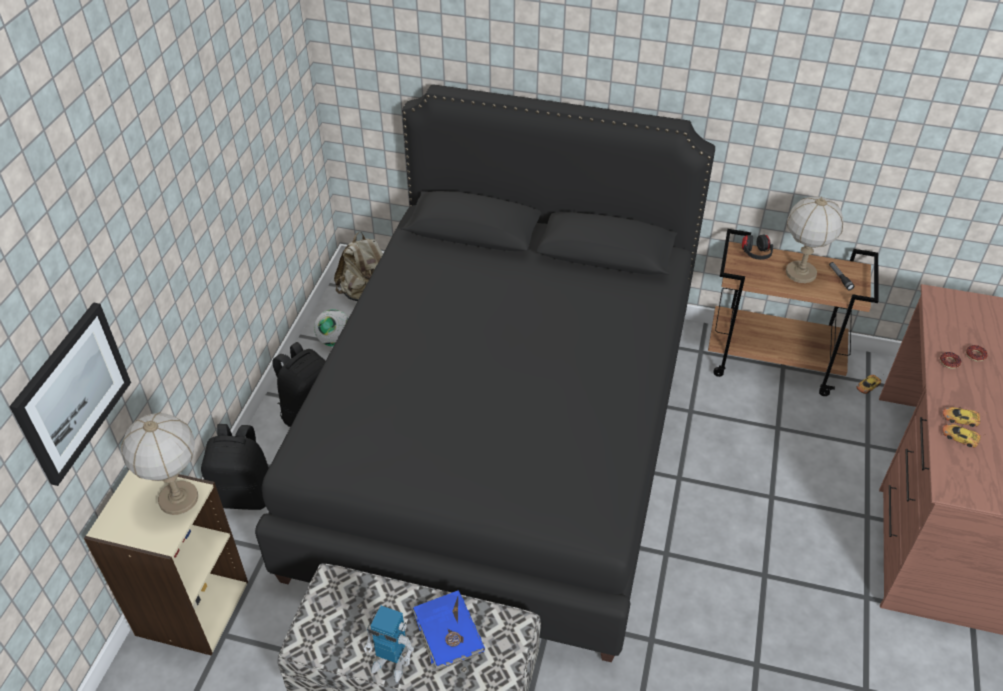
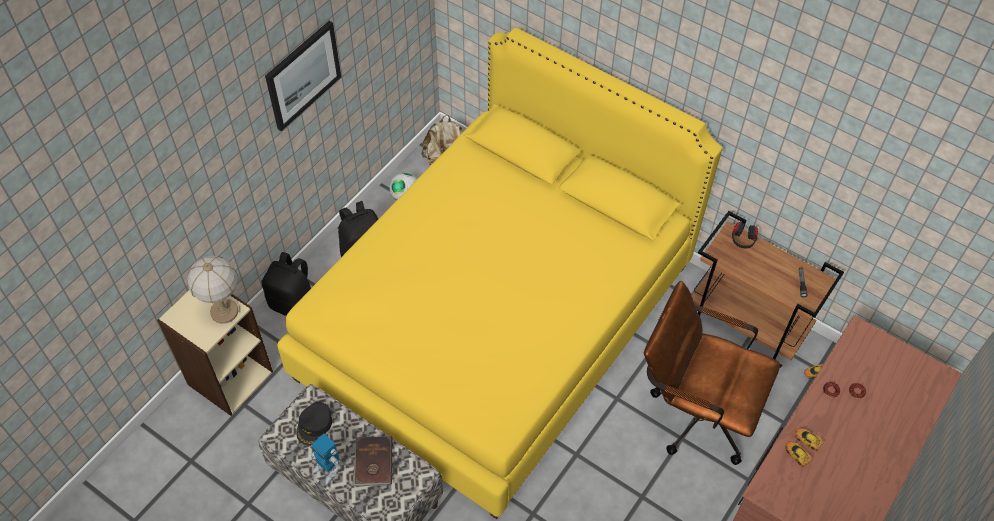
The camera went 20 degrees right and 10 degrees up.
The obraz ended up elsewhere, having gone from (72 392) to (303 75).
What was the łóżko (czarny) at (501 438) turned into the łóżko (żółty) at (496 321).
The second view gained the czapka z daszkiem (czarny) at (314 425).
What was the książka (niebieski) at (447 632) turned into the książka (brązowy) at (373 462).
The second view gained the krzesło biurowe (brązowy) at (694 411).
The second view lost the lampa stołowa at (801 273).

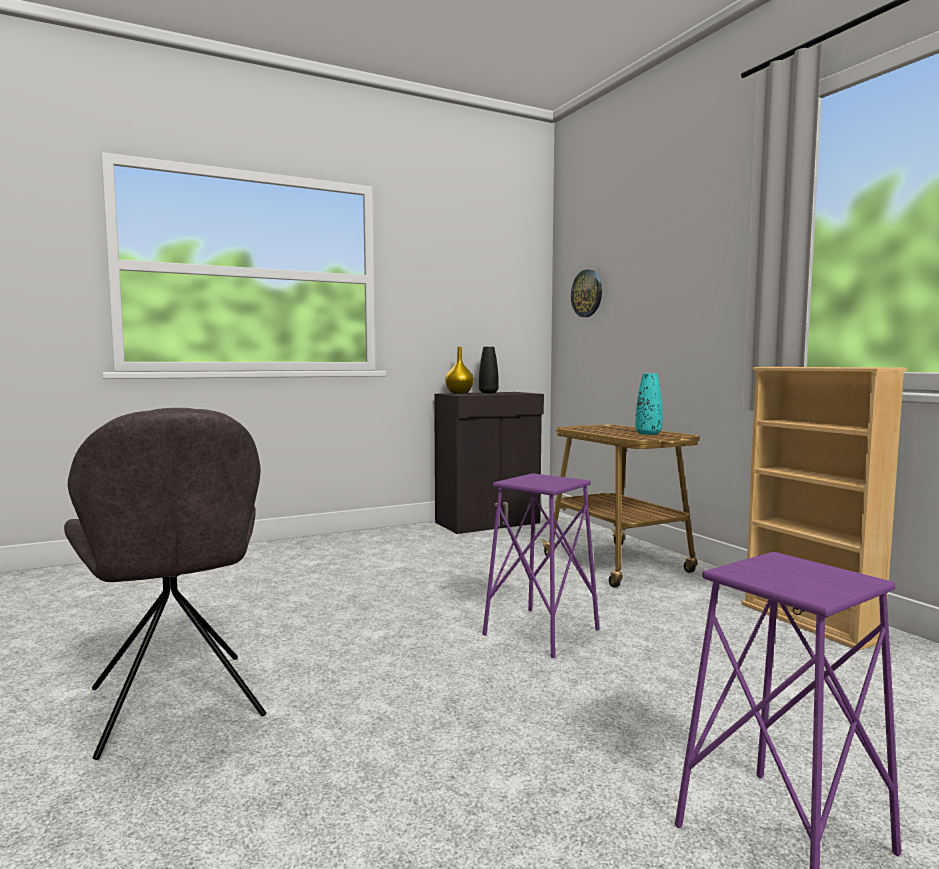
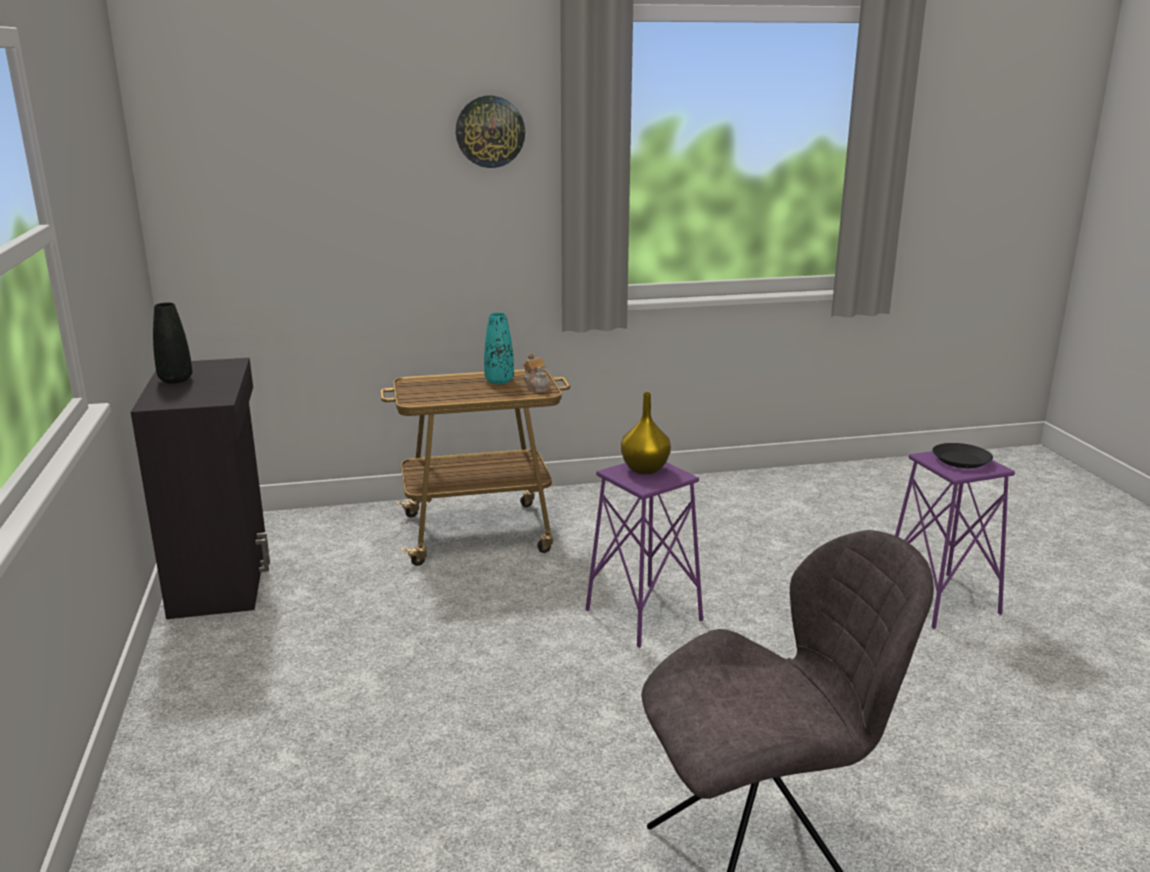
The camera went 75 degrees left and 15 degrees up.
The zegar ścienny ended up elsewhere, having gone from (587 293) to (490 131).
The second view gained the imbryk at (537 387).
The wazon (żółty) ended up elsewhere, having gone from (459 393) to (644 469).
The second view gained the talerz (czarny) at (960 460).
The second view lost the regał (beżowy) at (809 622).

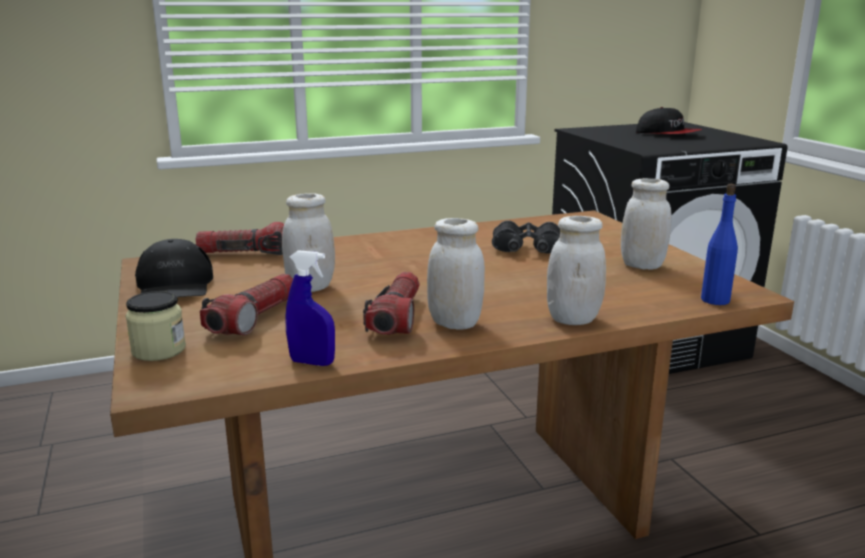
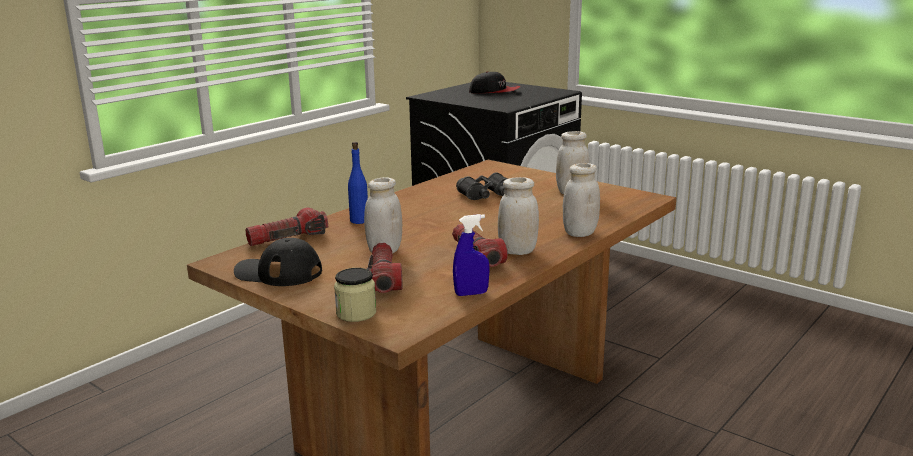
The camera went 30 degrees left and 0 degrees up.
The czapka z daszkiem (czarny) at (175 285) ended up facing another way, 150 degrees clockwise from before.
The butelka (niebieski) ended up elsewhere, having gone from (715 300) to (359 220).

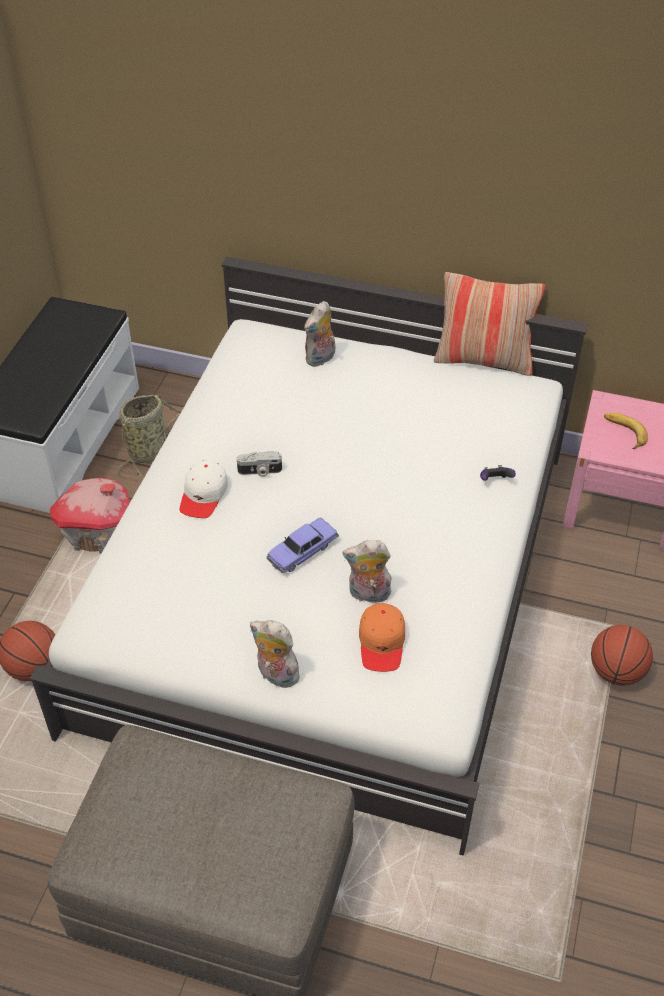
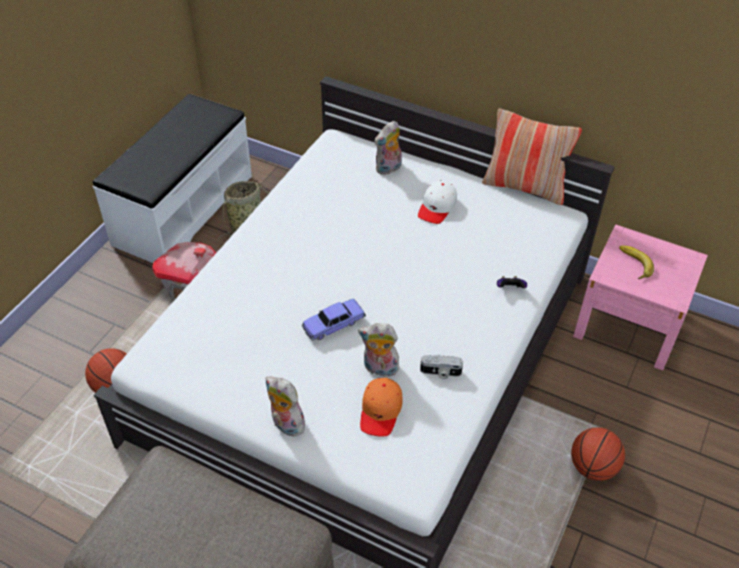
The camera went 10 degrees right and 0 degrees up.
The czapka z daszkiem (biały) ended up elsewhere, having gone from (204 495) to (437 207).
The aparat fotograficzny ended up elsewhere, having gone from (260 471) to (440 372).

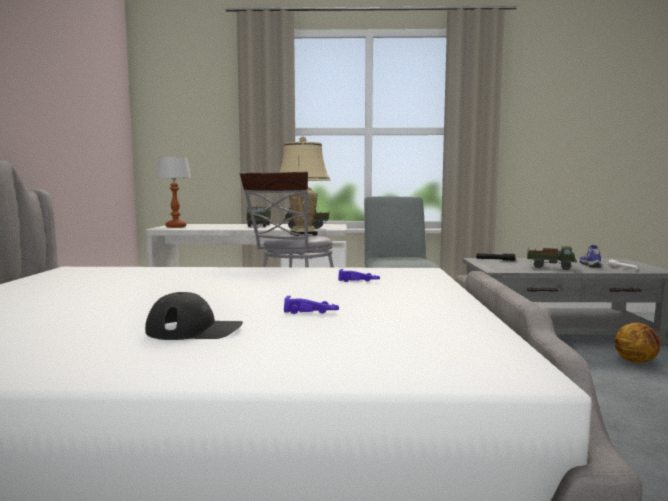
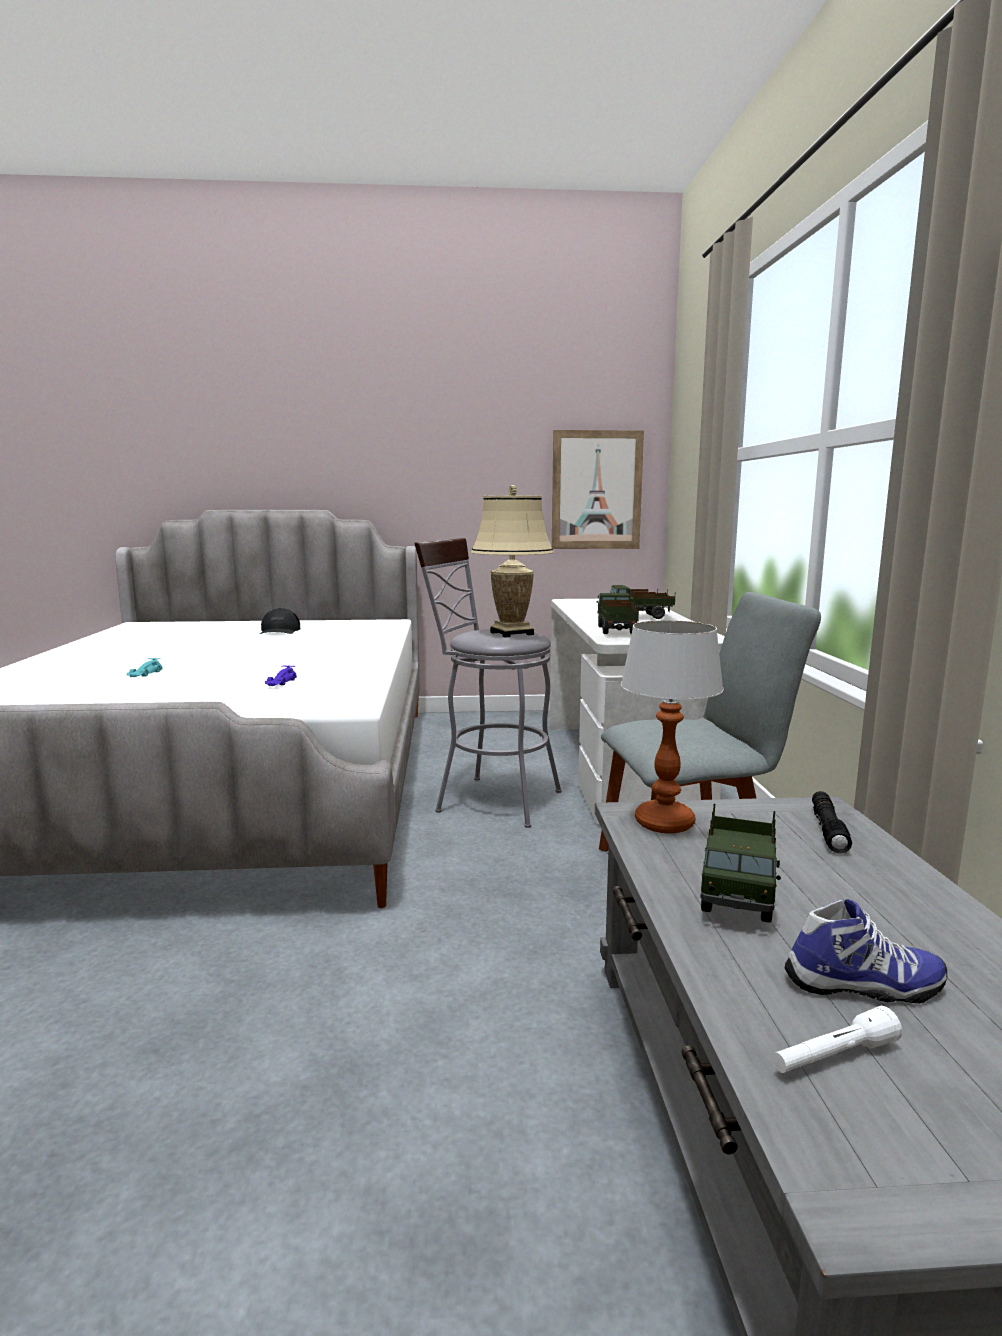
The camera went 85 degrees right and 5 degrees up.
What was the samochodzik (fioletowy) at (311 312) turned into the samochodzik (turkusowy) at (144 675).
The czapka z daszkiem (czarny) ended up elsewhere, having gone from (195 330) to (279 631).
The second view gained the obraz at (596 490).
The lampa stołowa ended up elsewhere, having gone from (175 227) to (663 823).
The second view lost the piłka do koszykówki at (636 361).

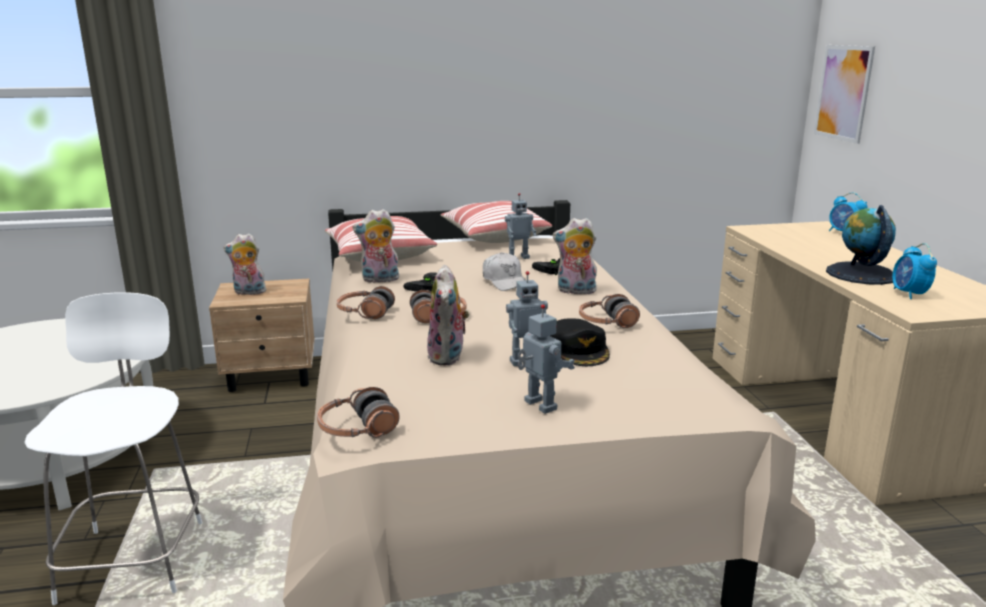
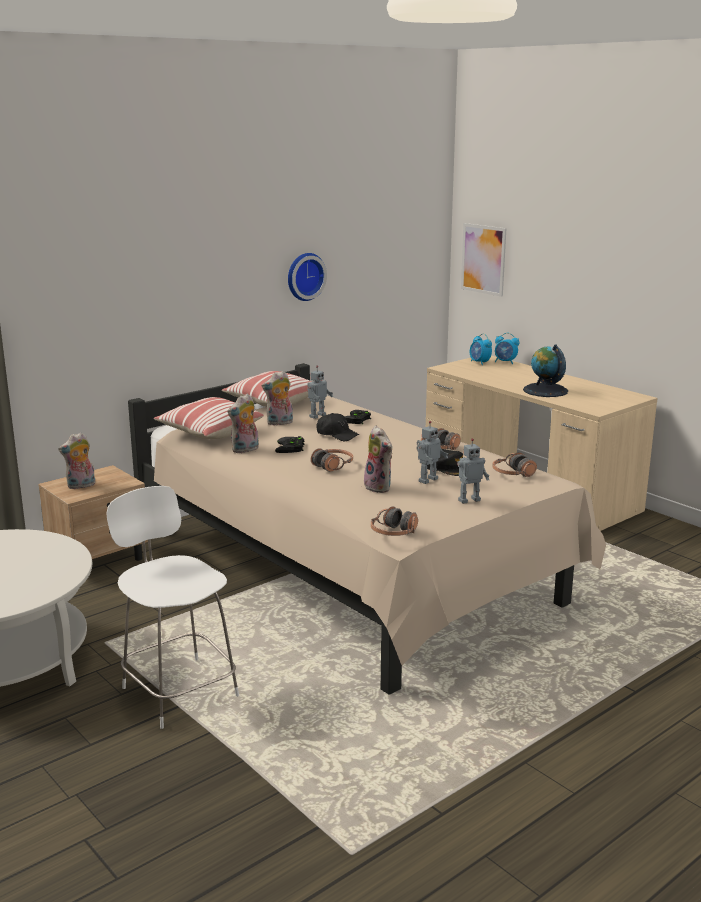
The camera went 30 degrees left and 0 degrees up.
The pluszak ended up elsewhere, having gone from (575 291) to (279 423).
The second view gained the zegar ścienny at (304 276).
What was the czapka z daszkiem (biały) at (505 282) turned into the czapka z daszkiem (czarny) at (337 435).
The robot zabawkowy at (538 406) ended up facing another way, 135 degrees clockwise from before.
The budzik ended up elsewhere, having gone from (909 294) to (479 363).
The słuchawki ended up elsewhere, having gone from (365 313) to (513 474).

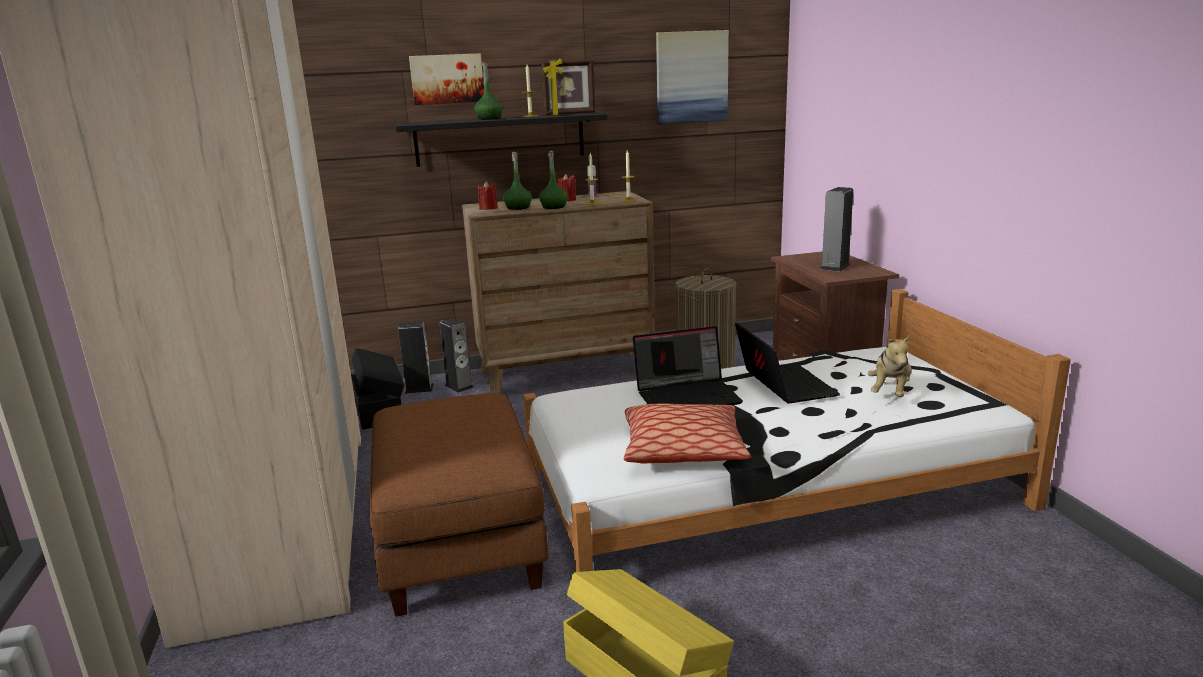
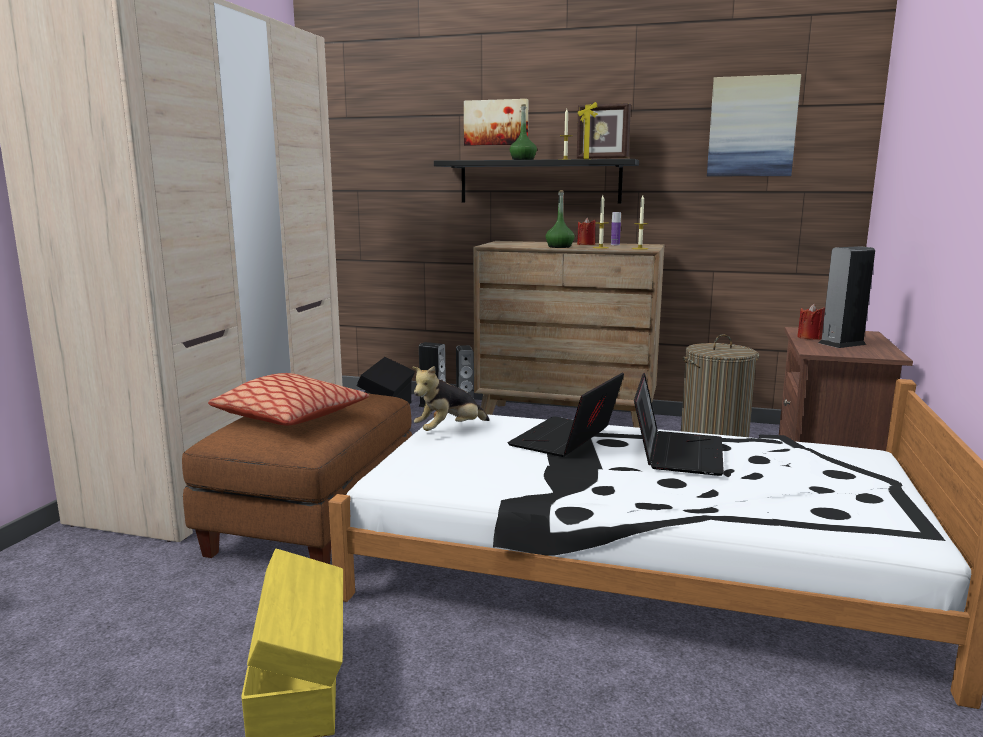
The camera went 30 degrees right and 5 degrees down.
The poduszka ended up elsewhere, having gone from (683 449) to (291 417).
The pluszak ended up elsewhere, having gone from (890 392) to (449 430).
The laptop at (688 396) ended up facing another way, 105 degrees clockwise from before.
The świeca (czerwony) ended up elsewhere, having gone from (488 208) to (809 337).
The second view lost the butelka (zielony) at (518 208).

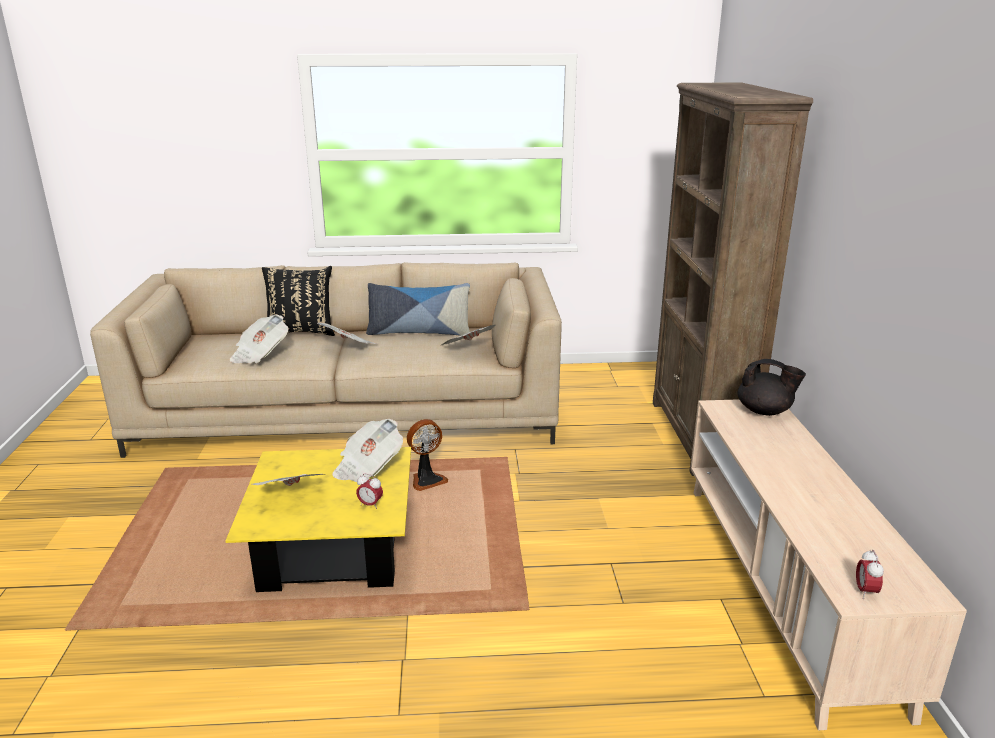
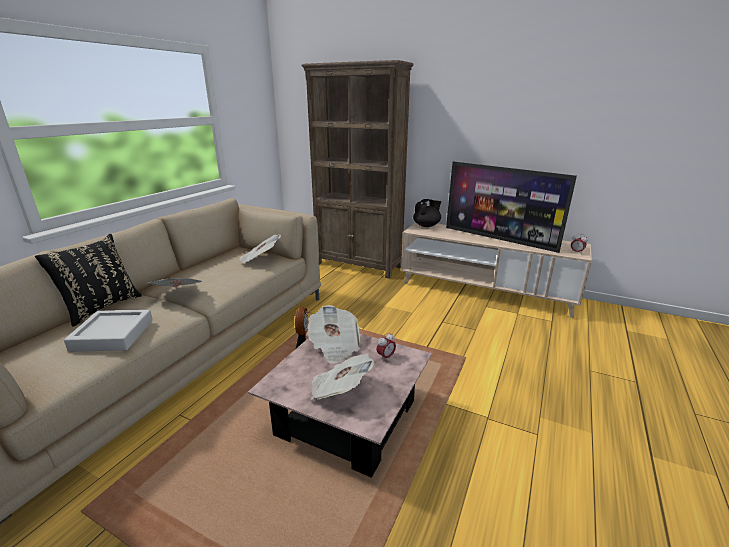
The camera went 60 degrees left and 0 degrees up.
Where the gazeta stood at (260 355), the taca (szary) came to stand at (113 335).
What was the ława (żółty) at (333 549) turned into the ława (różowy) at (347 418).
The second view gained the telewizor at (499 239).
The second view lost the poduszka at (419 332).

